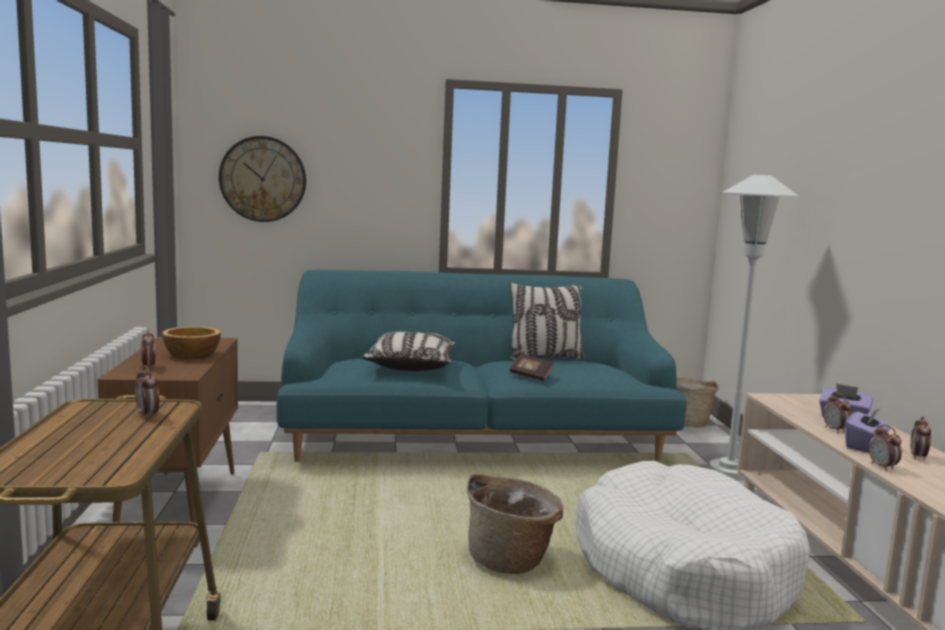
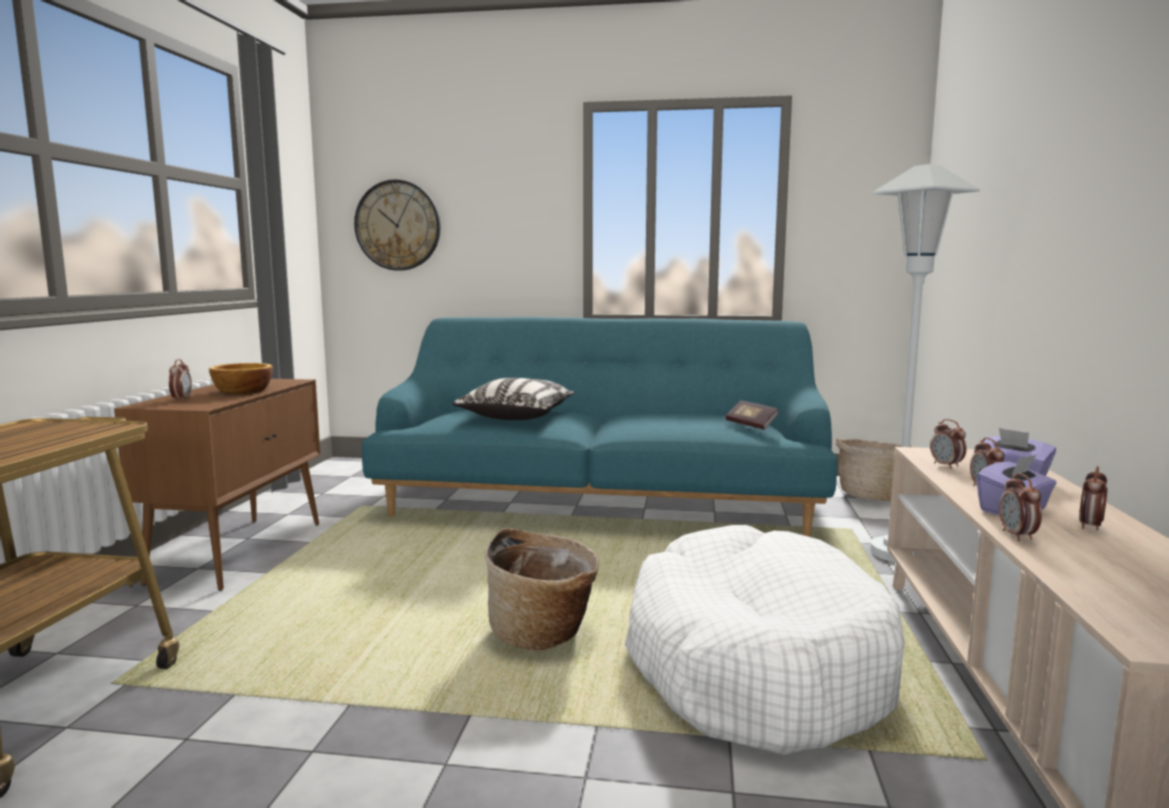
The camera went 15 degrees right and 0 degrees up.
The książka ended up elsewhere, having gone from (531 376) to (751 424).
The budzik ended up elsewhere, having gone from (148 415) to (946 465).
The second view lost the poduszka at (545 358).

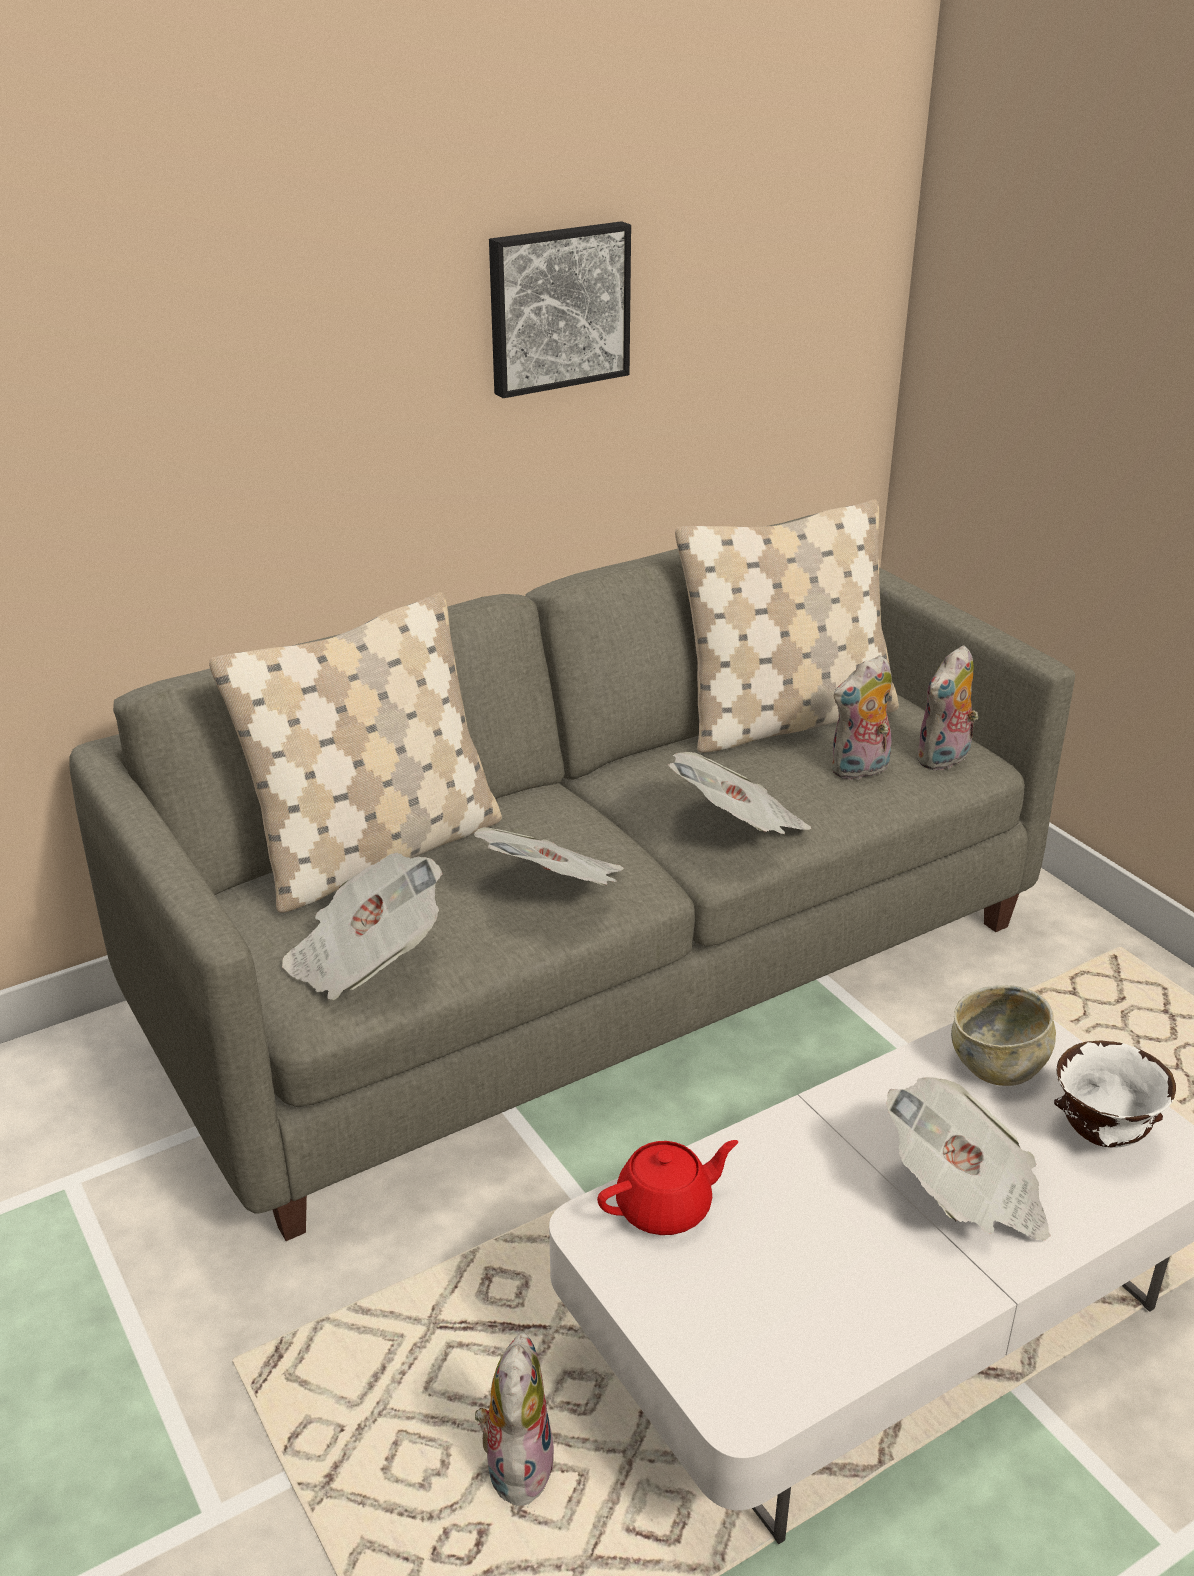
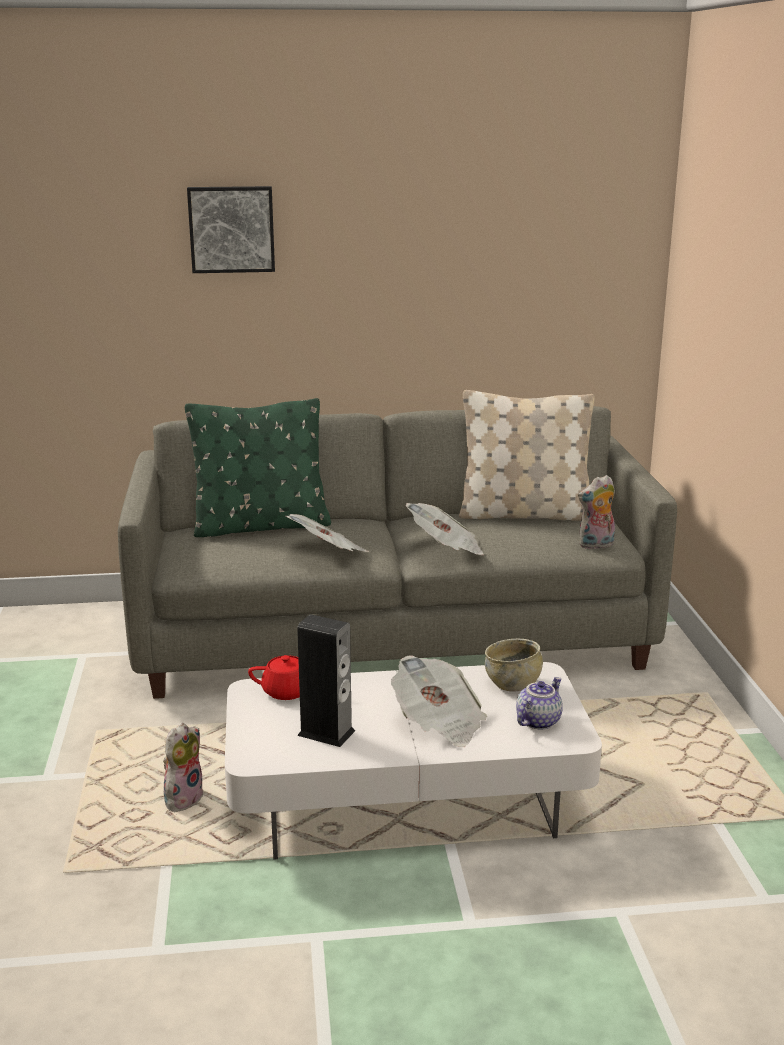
The camera went 25 degrees right and 10 degrees down.
What was the poduszka (beżowy) at (377 852) turned into the poduszka (zielony) at (261 526).
The obraz ended up elsewhere, having gone from (557 307) to (231 229).
The second view gained the głośnik at (326 733).
Where the miska (biały) stood at (1101 1135), the imbryk came to stand at (537 721).
The second view lost the gazeta at (365 959).
The second view lost the pluszak at (860 770).

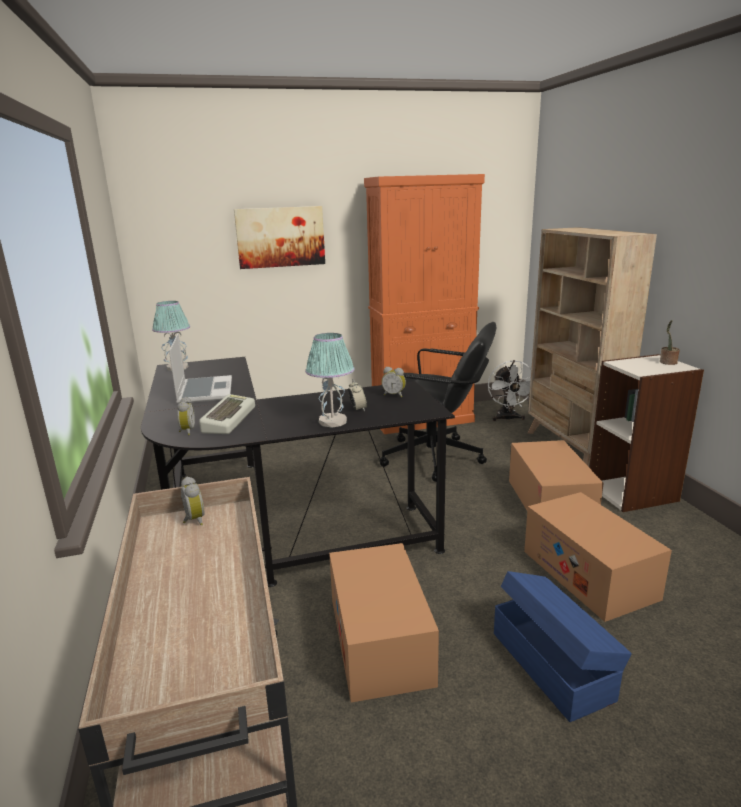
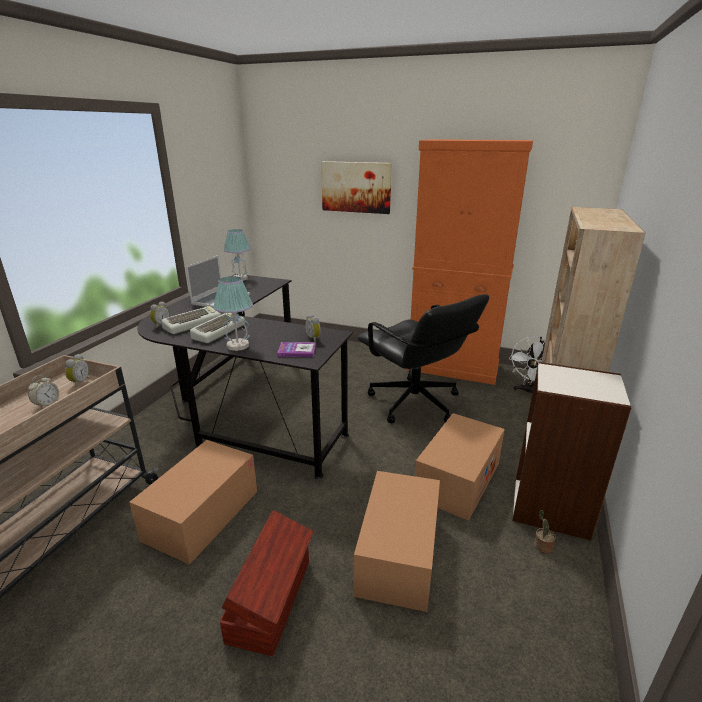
The camera went 35 degrees right and 5 degrees up.
The budzik ended up elsewhere, having gone from (357 409) to (47 404).
The second view gained the klawiatura at (218 331).
What was the pojemnik do przechowywania (niebieski) at (552 664) turned into the pojemnik do przechowywania (brązowy) at (272 599).
The second view gained the książka at (296 351).
The roślina doniczkowa ended up elsewhere, having gone from (667 362) to (541 546).

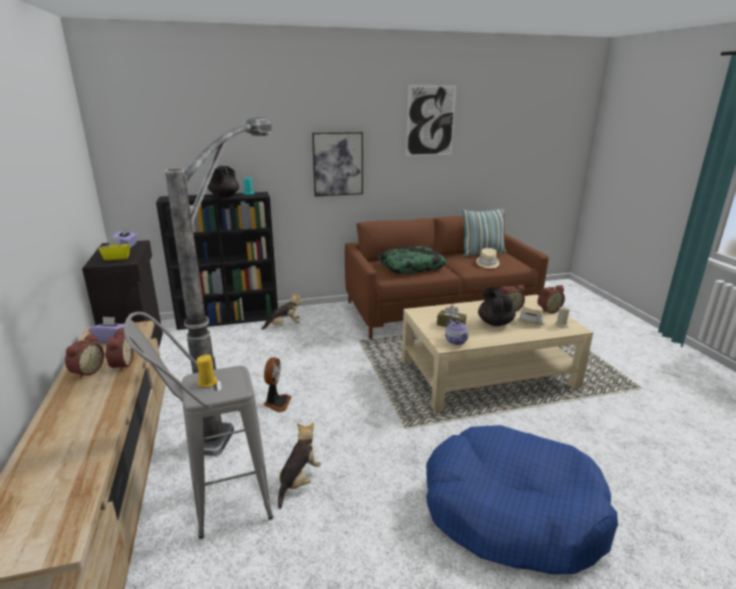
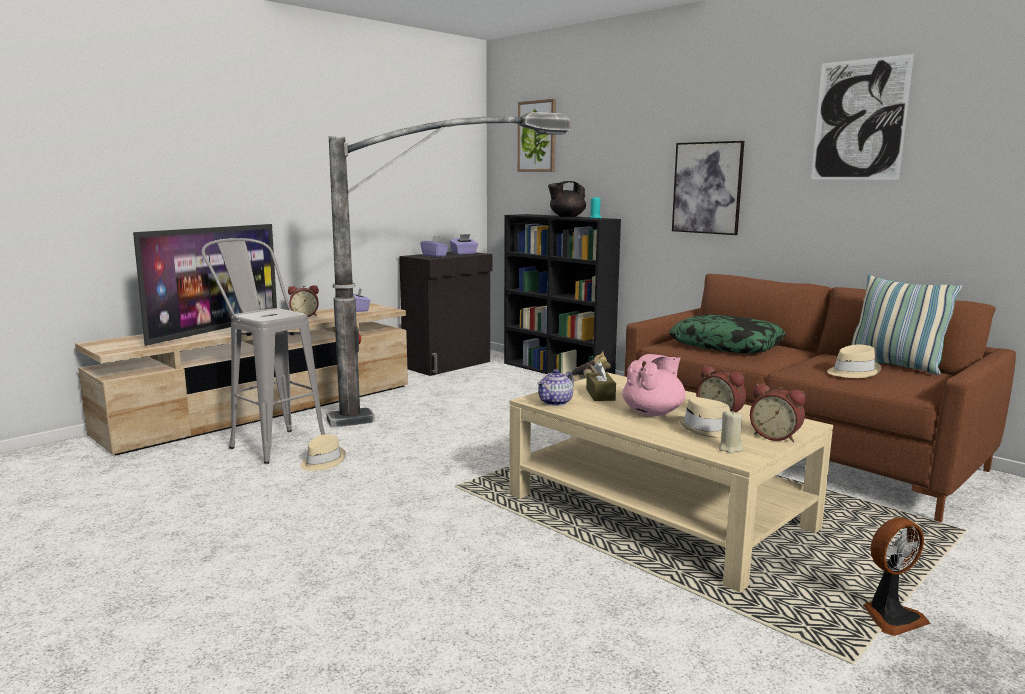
The camera went 60 degrees right and 10 degrees down.
The second view gained the telewizor at (215 330).
Where the pluszak stood at (298 481), the kapelusz (beżowy) came to stand at (322 461).
What was the pudełko chusteczek (żółty) at (117 257) turned into the pudełko chusteczek (fioletowy) at (434 256).
The second view gained the obraz at (537 136).
What was the imbryk (czarny) at (495 322) turned into the imbryk (różowy) at (653 412).
The wentylator ended up elsewhere, having gone from (276 403) to (890 616).
The second view lost the budzik at (121 365).
The second view lost the świeca (żółty) at (207 383).
The second view lost the legowisko (niebieski) at (512 512).

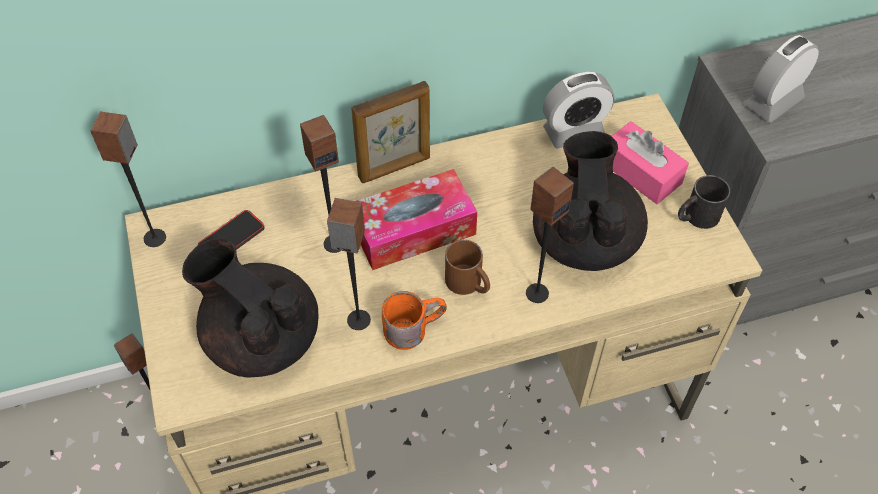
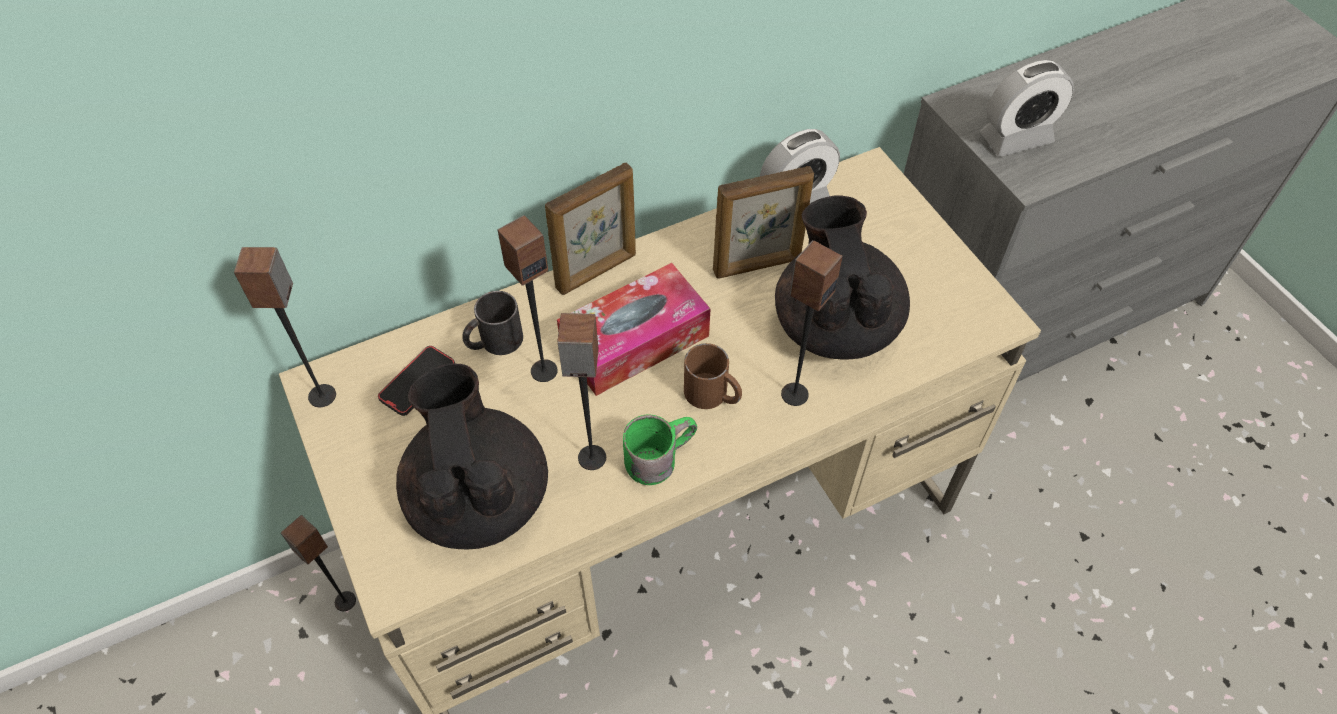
The camera went 10 degrees left and 0 degrees up.
The imbryk (czarny) at (261 338) ended up facing another way, 45 degrees clockwise from before.
The kubek (czarny) ended up elsewhere, having gone from (696 217) to (494 342).
What was the kubek (pomarańczowy) at (411 326) turned into the kubek (zielony) at (657 456).
The second view gained the ramka na zdjęcie at (757 265).
The budzik at (773 101) ended up facing another way, 150 degrees counterclockwise from before.
The second view lost the pudełko chusteczek (różowy) at (641 172).

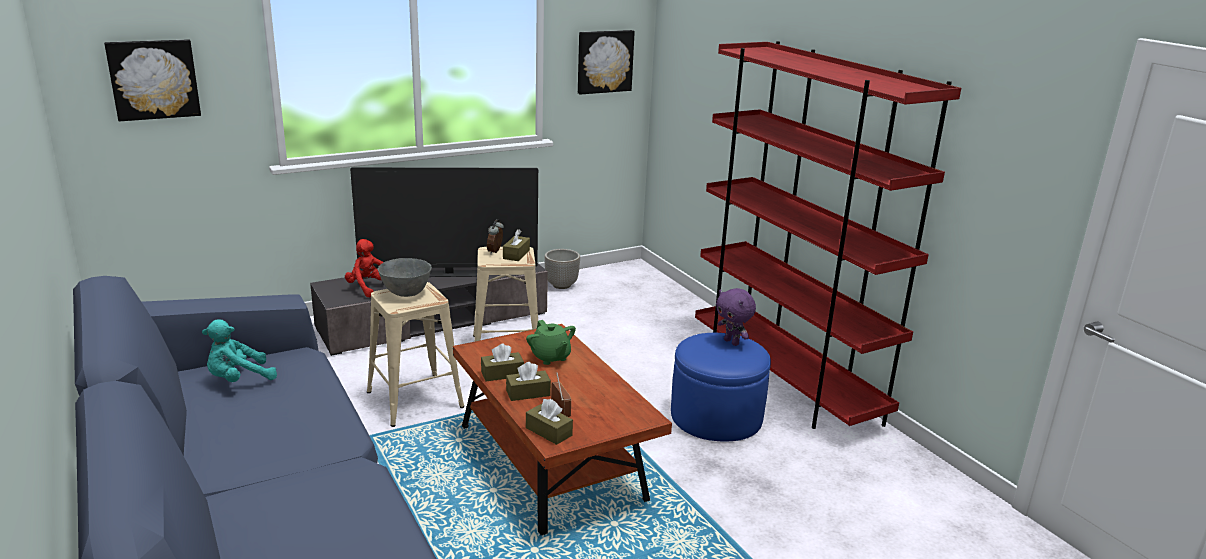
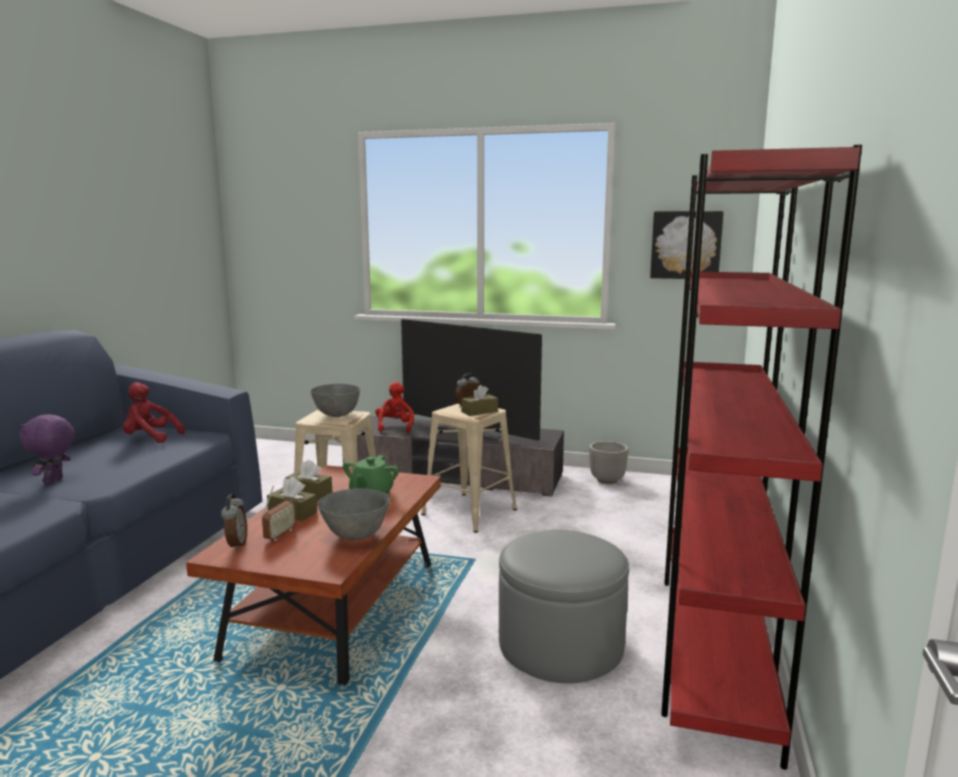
The camera went 45 degrees right and 10 degrees down.
The pluszak (fioletowy) ended up elsewhere, having gone from (732 342) to (54 481).
What was the pluszak (turkusowy) at (238 379) turned into the pluszak (czerwony) at (150 438).
Where the pudełko chusteczek (brązowy) stood at (548 431), the budzik came to stand at (236 545).
The second view gained the miska (szary) at (356 536).
What was the pufa (niebieski) at (716 416) turned into the pufa (szary) at (560 645).
The second view lost the obraz at (153 79).

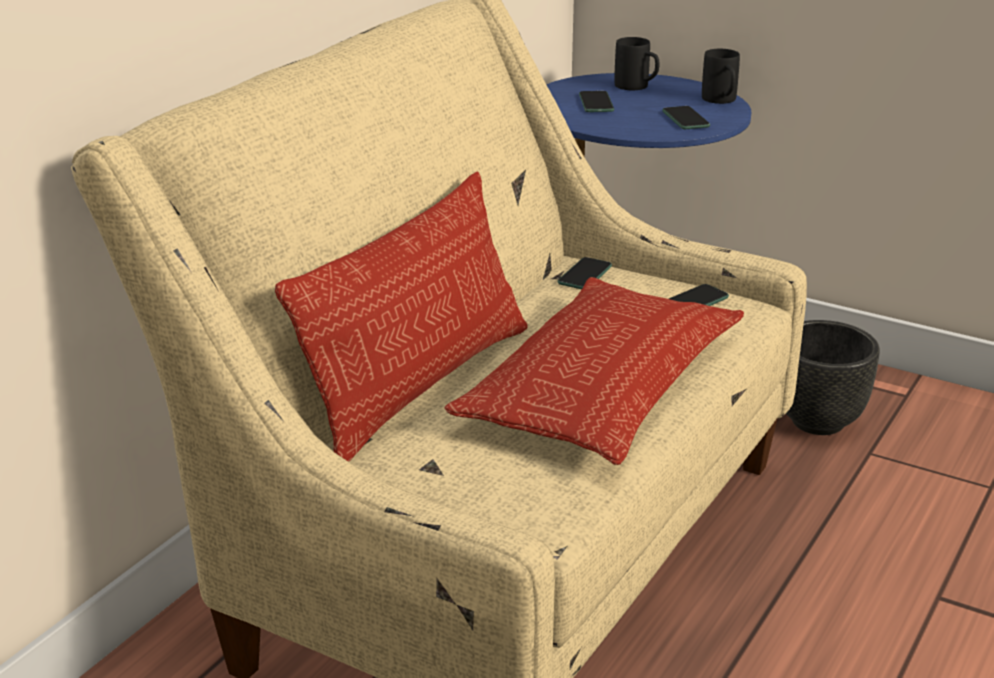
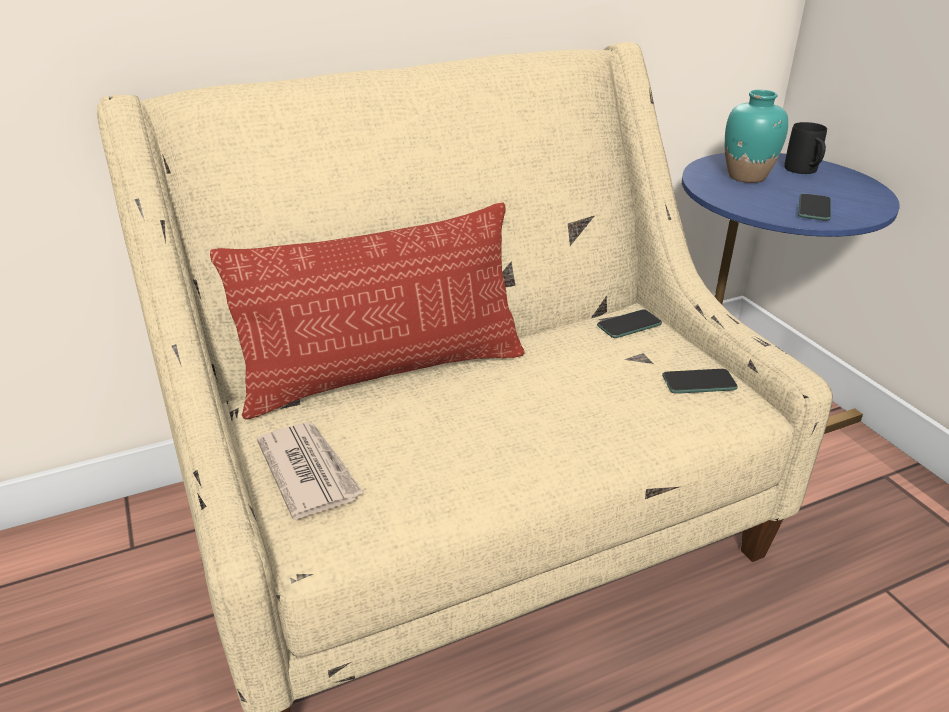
The camera went 35 degrees right and 5 degrees up.
The second view gained the gazeta at (309 471).
Where the telefon stood at (596 103), the wazon (turkusowy) came to stand at (747 176).
The second view lost the poduszka at (602 385).
The second view lost the kubek (czarny) at (721 101).
The second view lost the donica (czarny) at (817 422).

